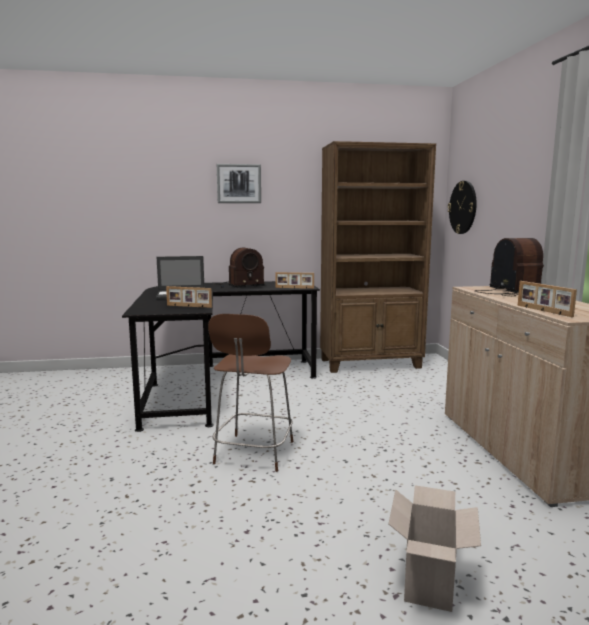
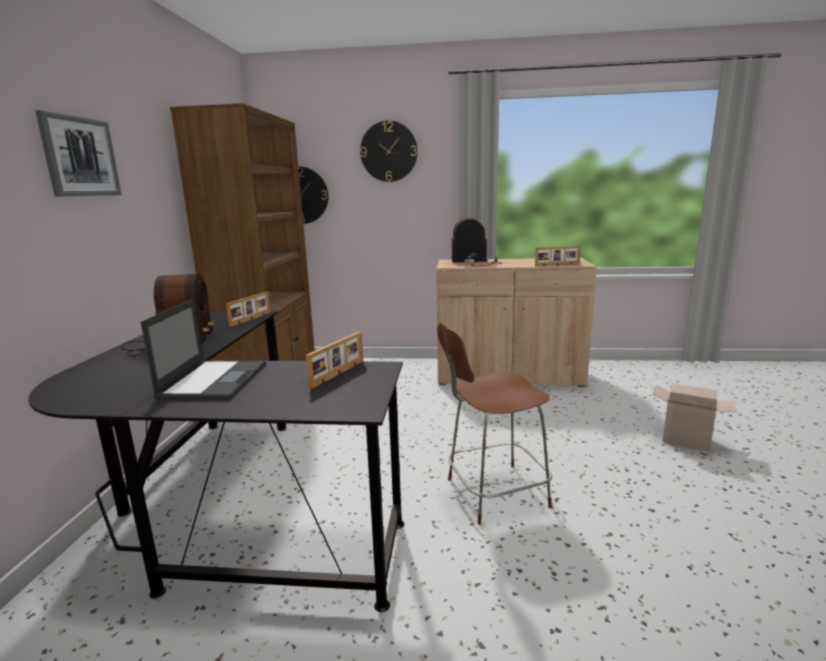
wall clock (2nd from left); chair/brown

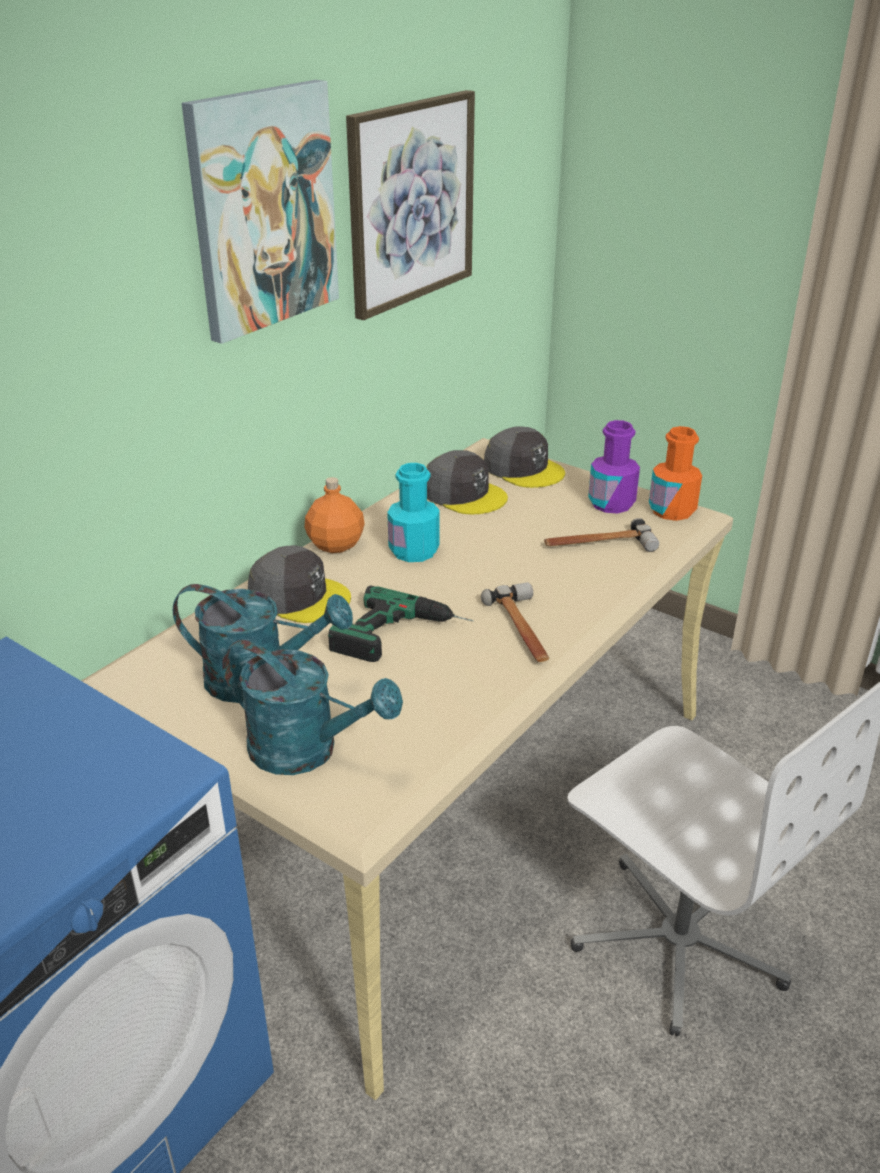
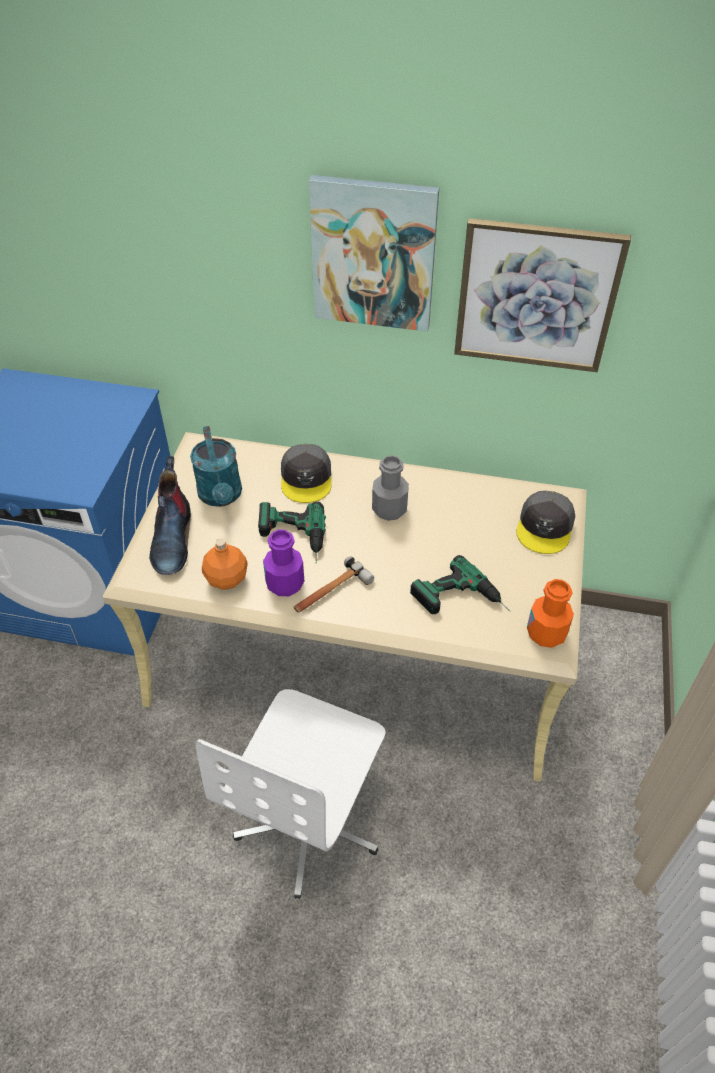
cap/grey (2nd from left in the first image); bottle/orange (1st from left); bottle/purple; boot; power drill (2nd from left); bottle/grey

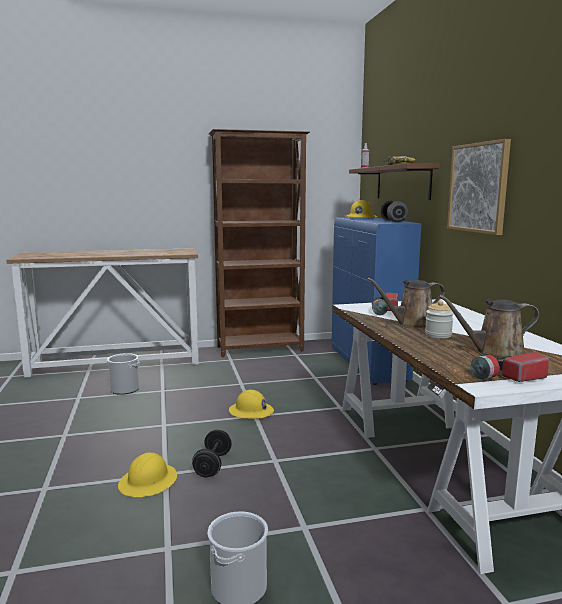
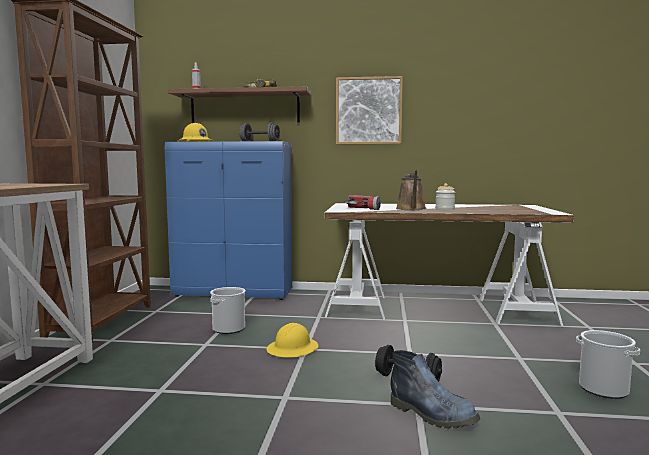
watering can/brown (2nd from left in the first image); flashlight (2nd from left in the first image); bucket (1st from left); boot

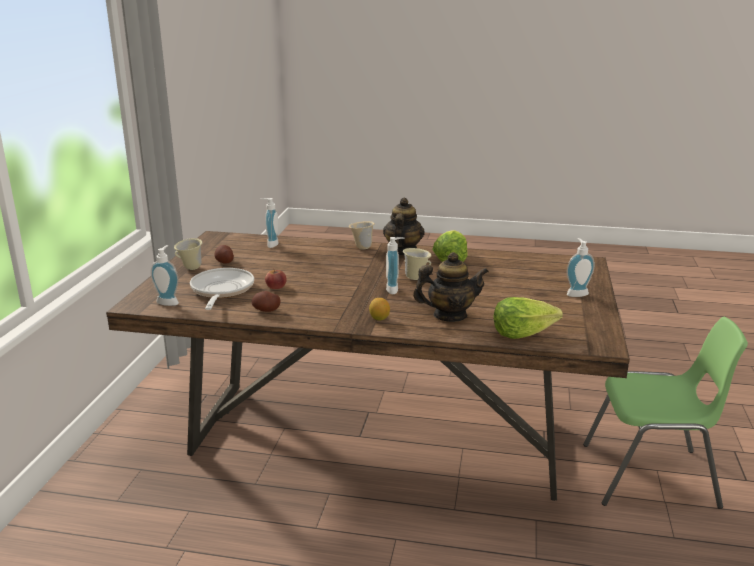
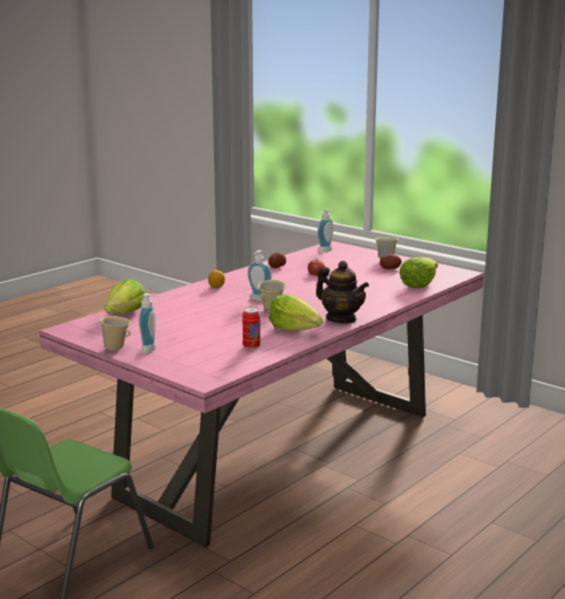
frying pan; teapot (2nd from left in the first image); can; mug/beige (1st from left); lettuce (3rd from left); dining table/pink

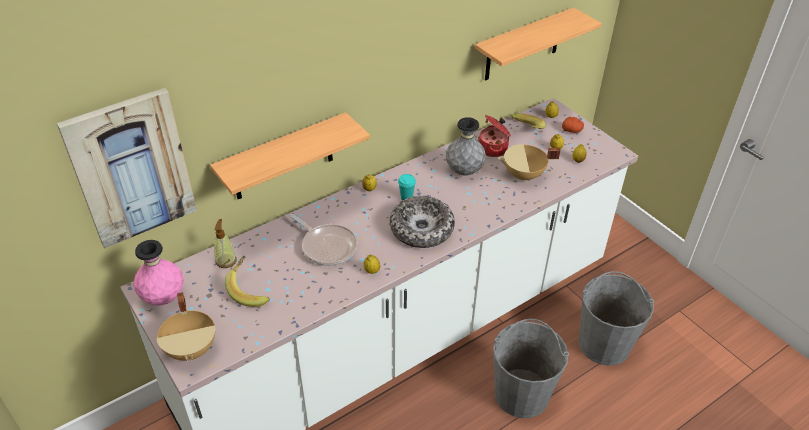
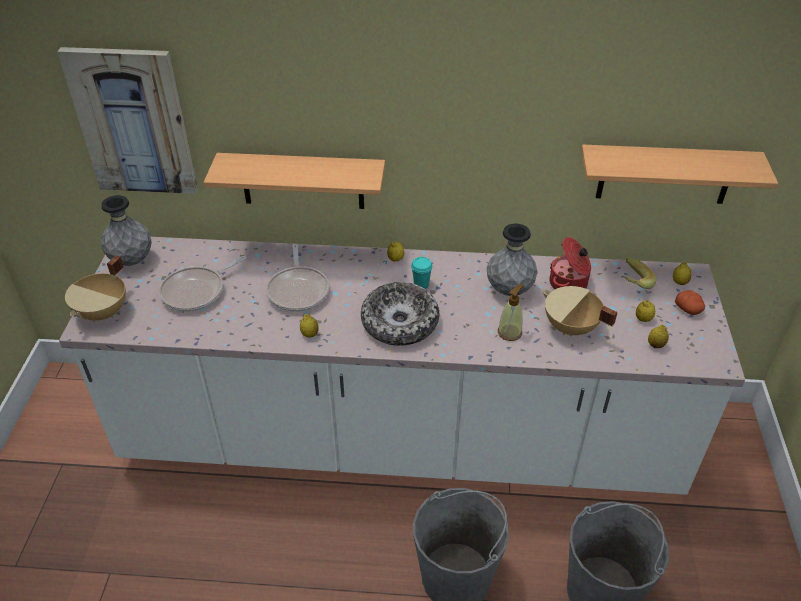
soap dispenser; frying pan (1st from left); vase/grey (1st from left)

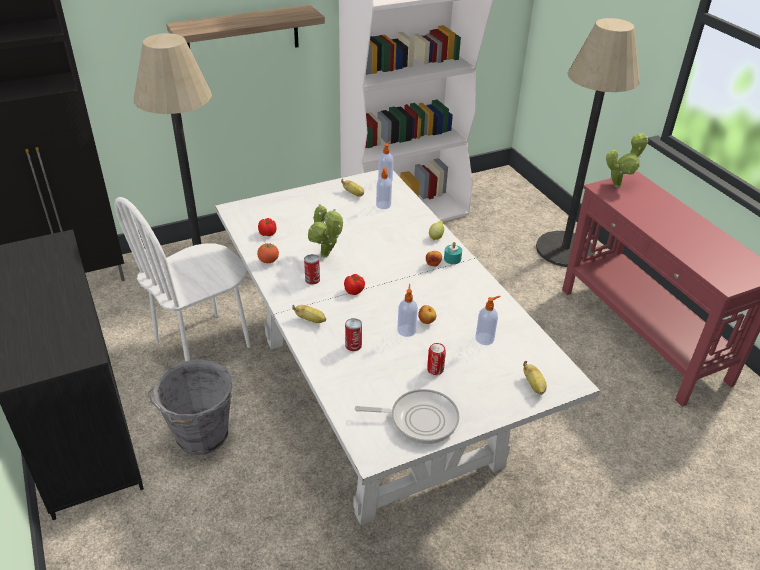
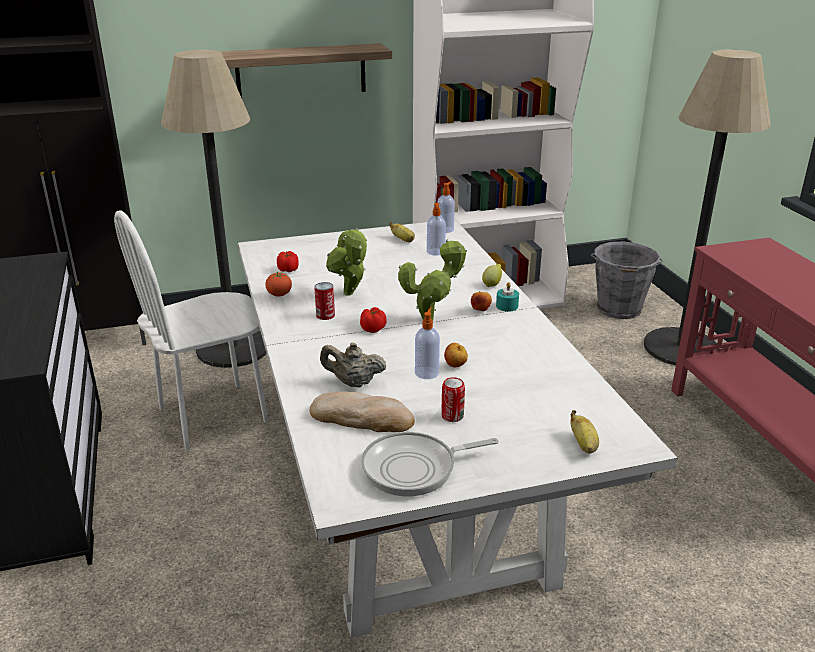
banana (1st from left in the first image); soap dispenser (4th from left in the first image); bread; bucket/grey; potted plant (2nd from left); teapot/beige; frying pan

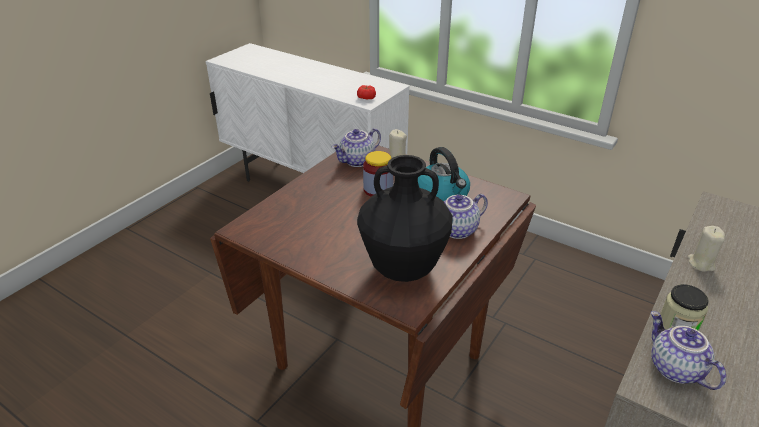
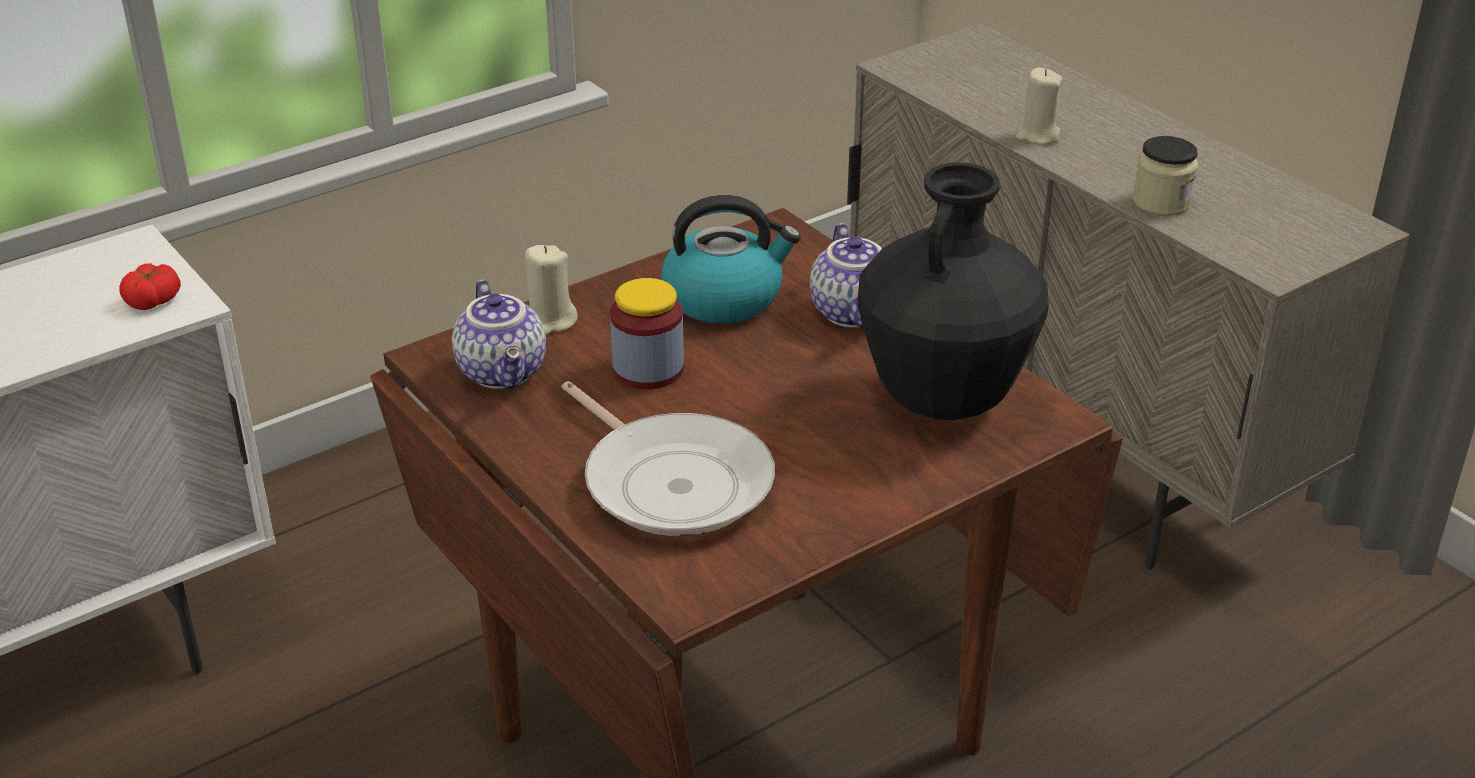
teapot (3rd from left in the first image); frying pan

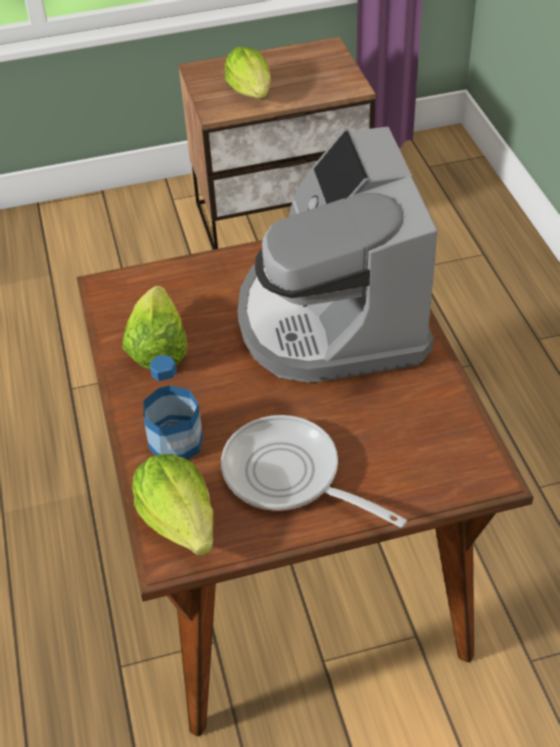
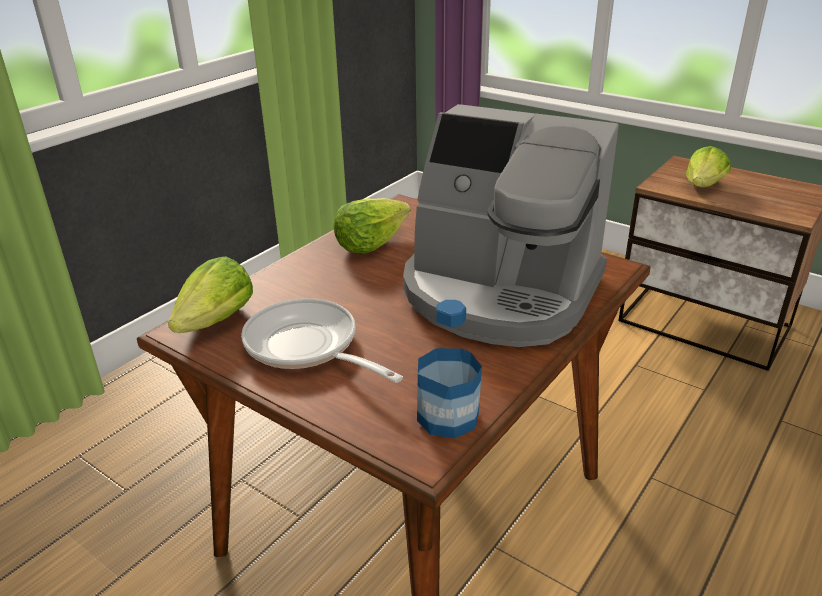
bottle; frying pan; coffee machine

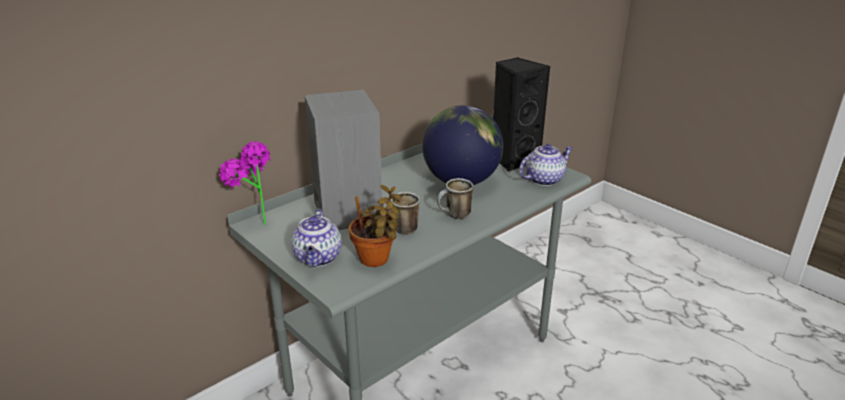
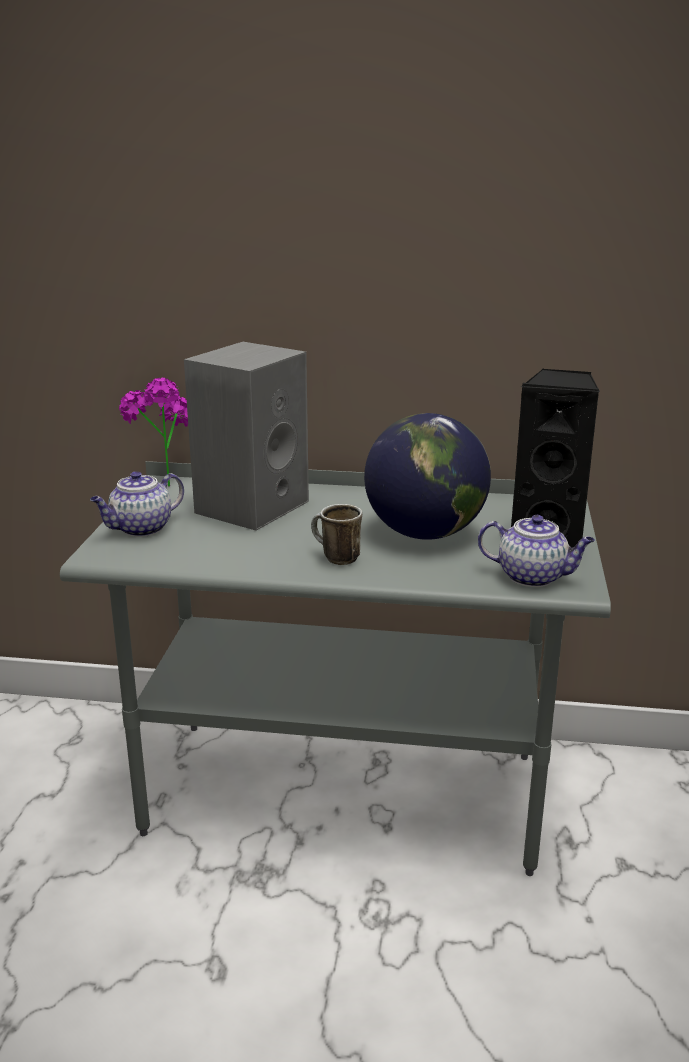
potted plant (2nd from left in the first image); mug (1st from left in the first image)

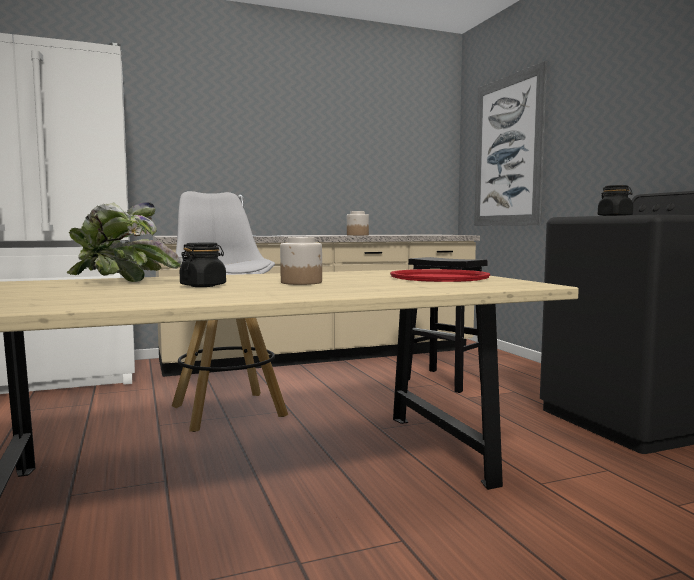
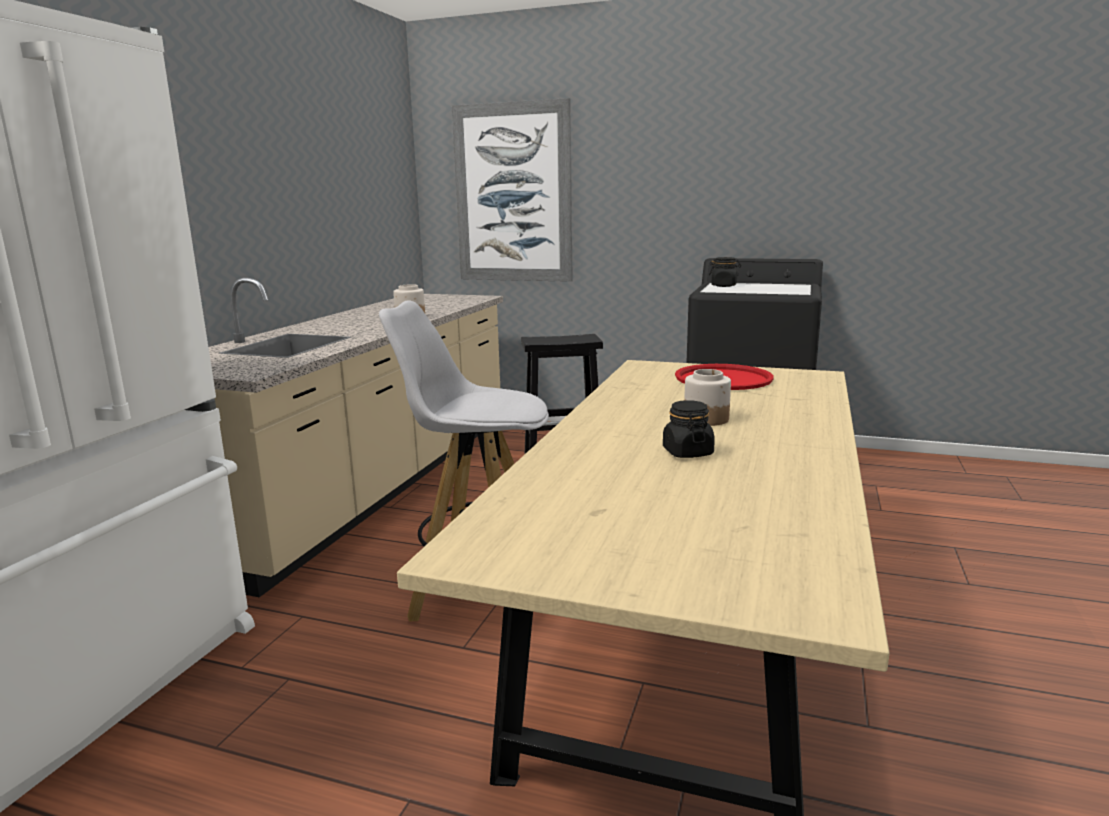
potted plant

